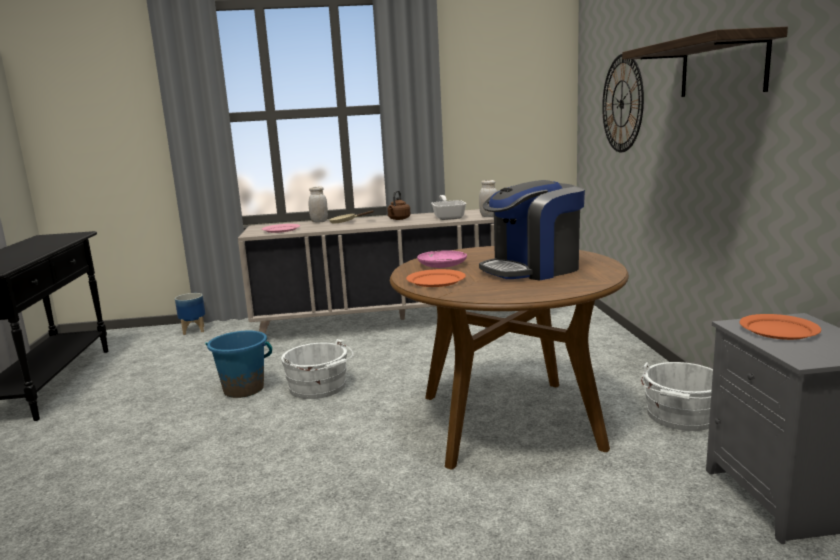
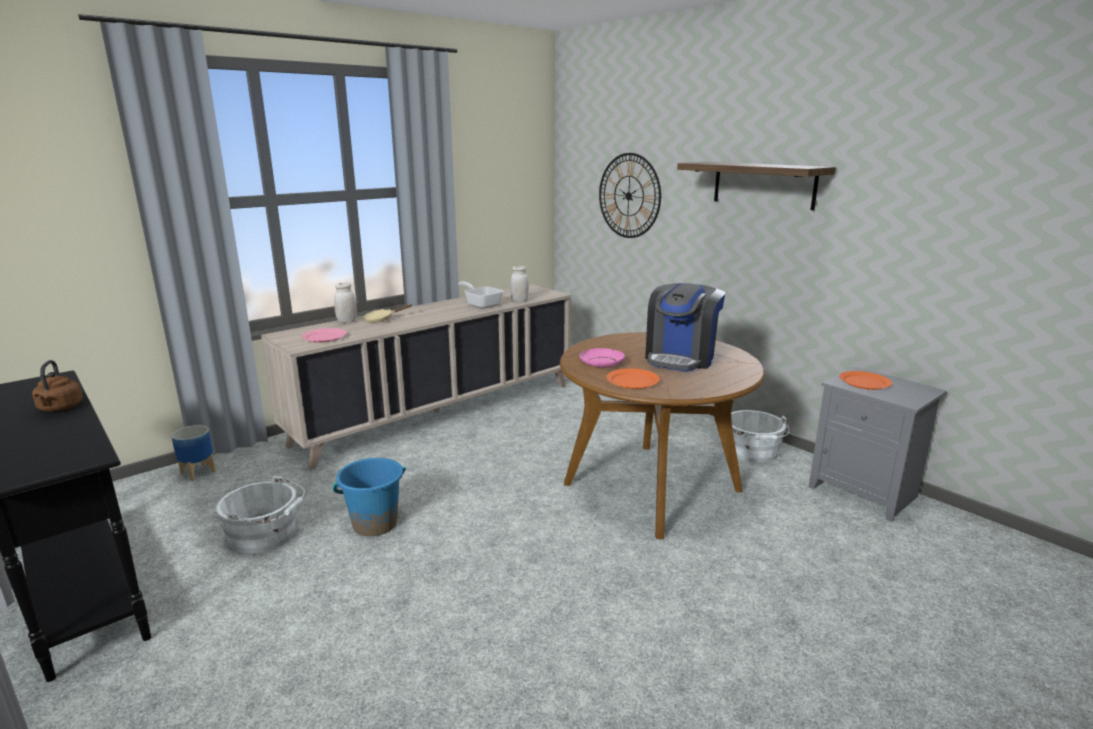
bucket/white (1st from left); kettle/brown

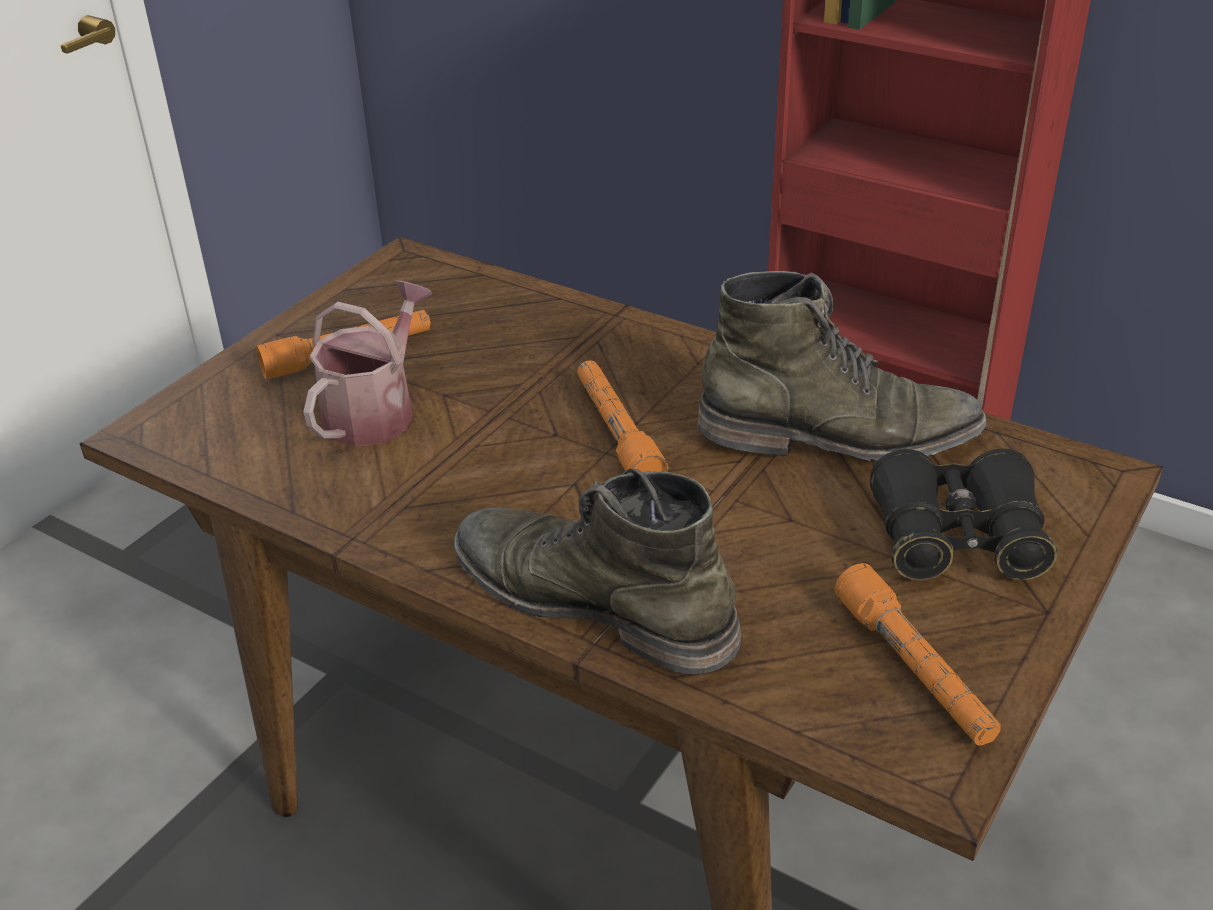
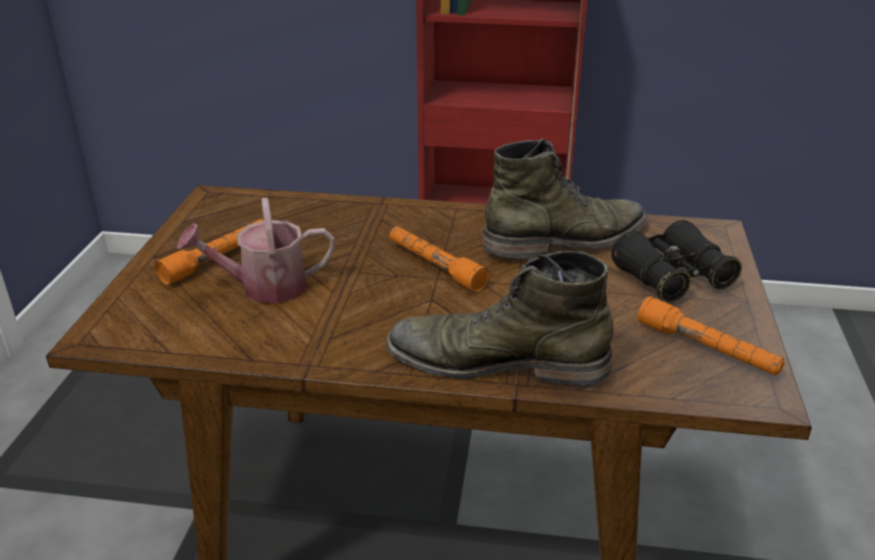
watering can

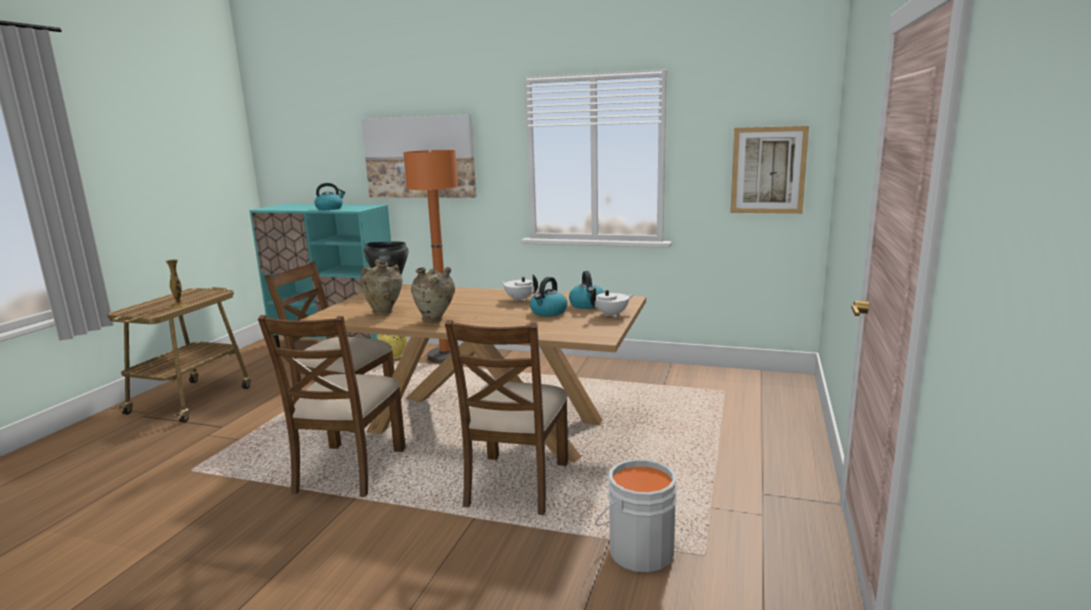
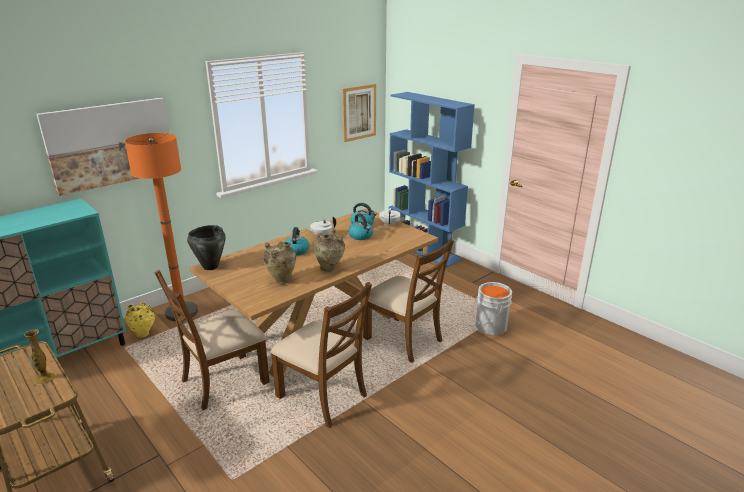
bookcase/blue; kettle (1st from left)

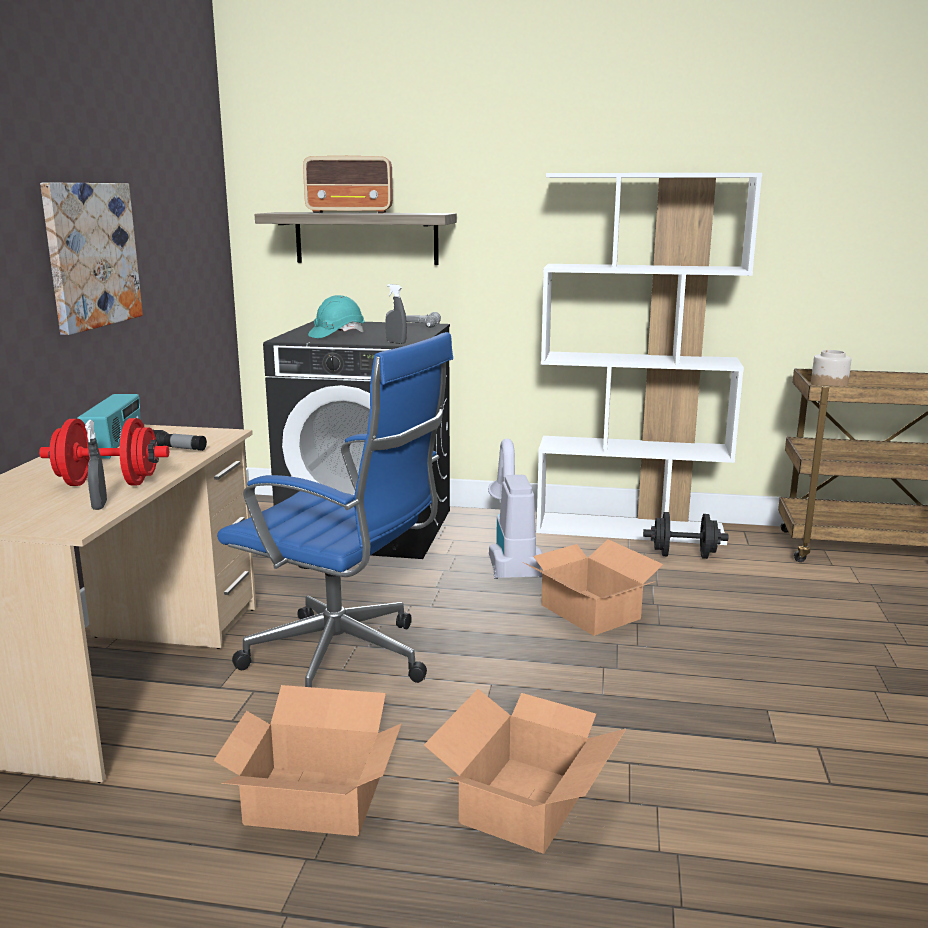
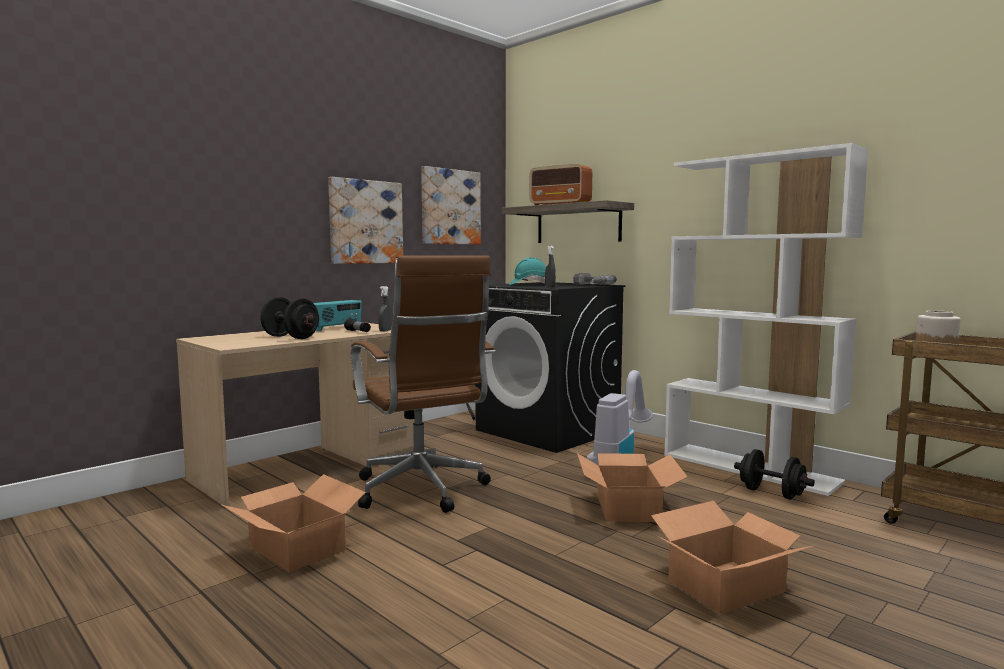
picture (2nd from left); spray bottle/grey (1st from left); cardboard box (3rd from left); dumbbell/black (1st from left); office chair/brown

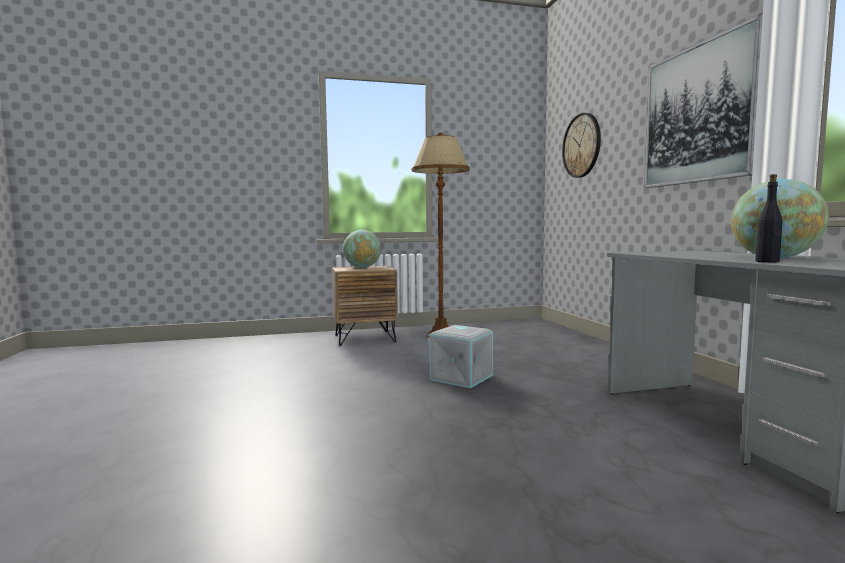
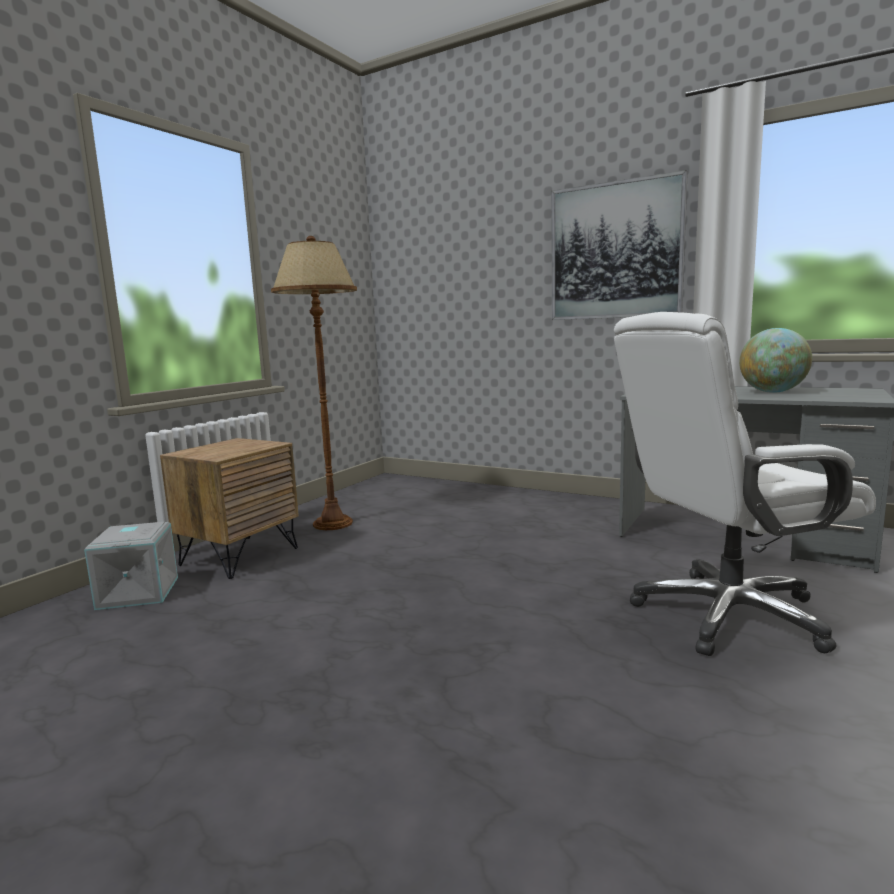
globe (1st from left in the first image); wall clock; bottle/black; office chair/white; storage box/grey

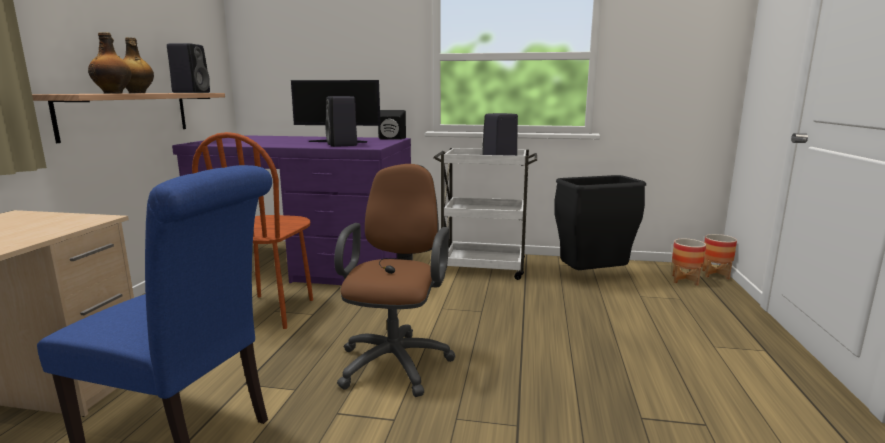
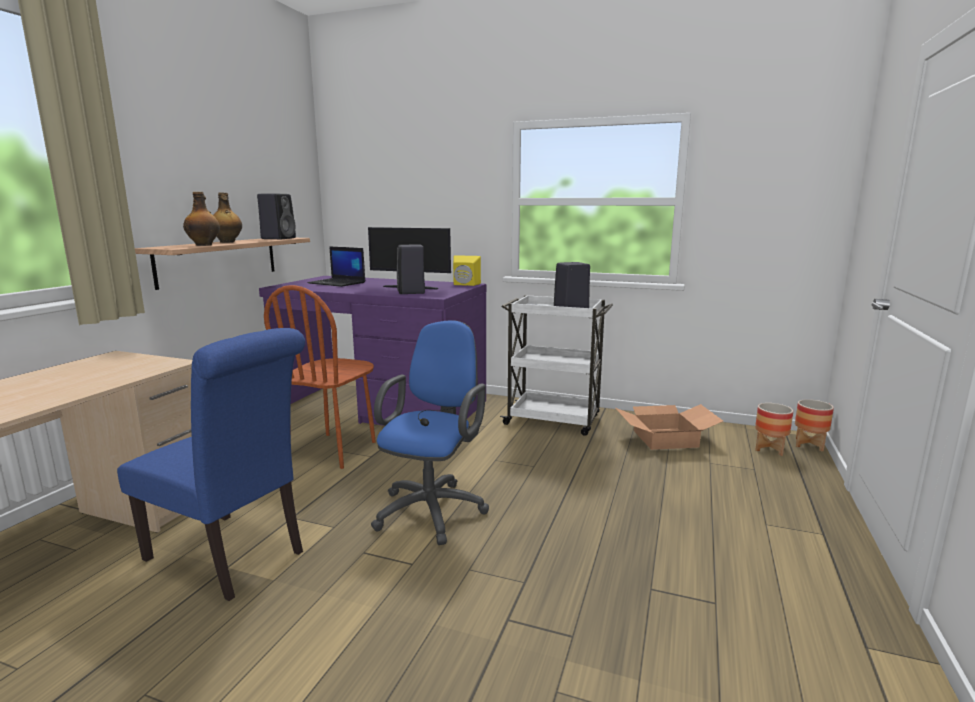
laptop; cardboard box; office chair/blue; speaker/yellow

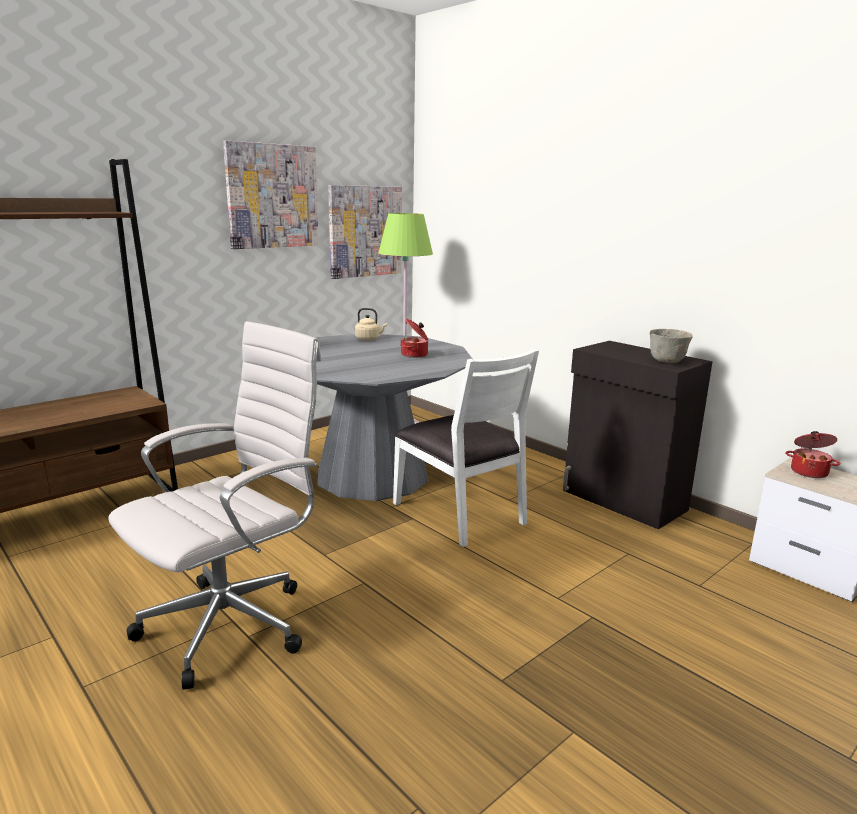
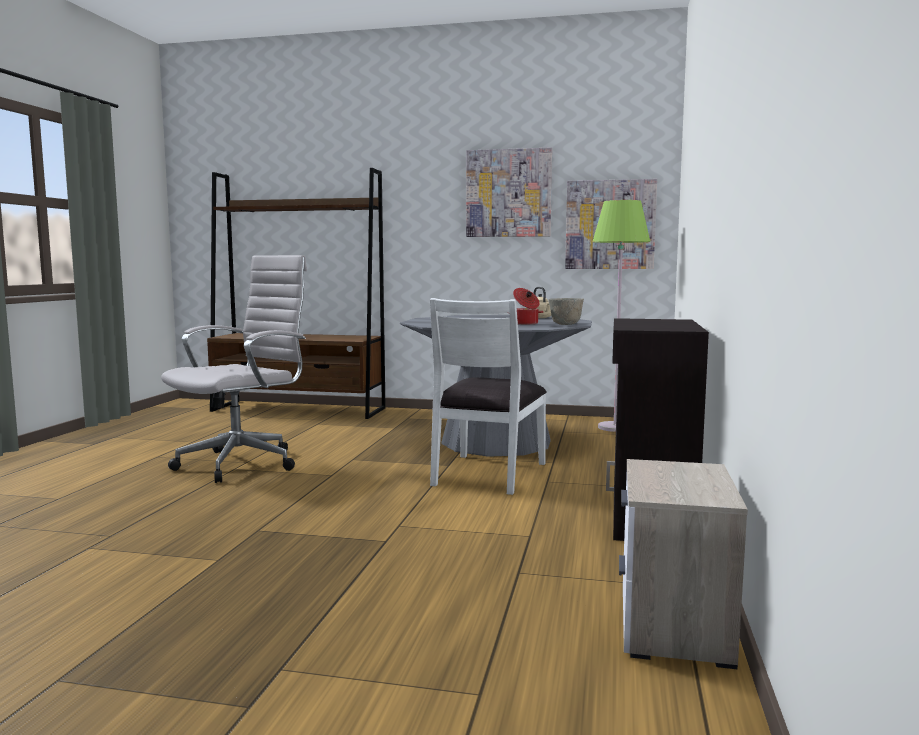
cooking pot (2nd from left in the first image); bowl/grey; office chair/white

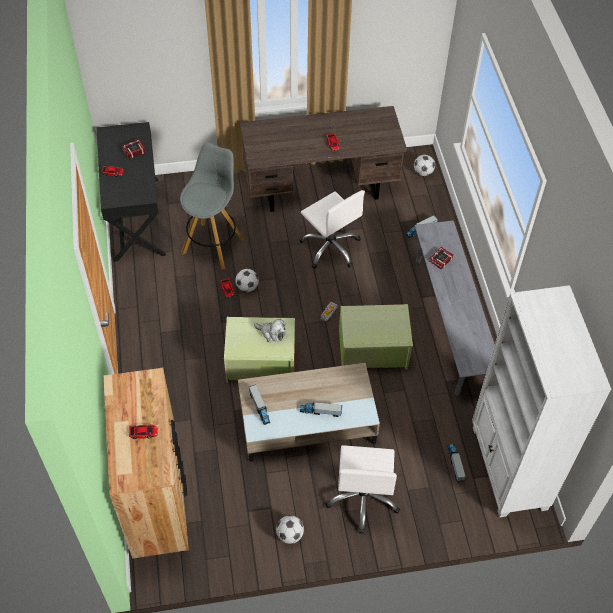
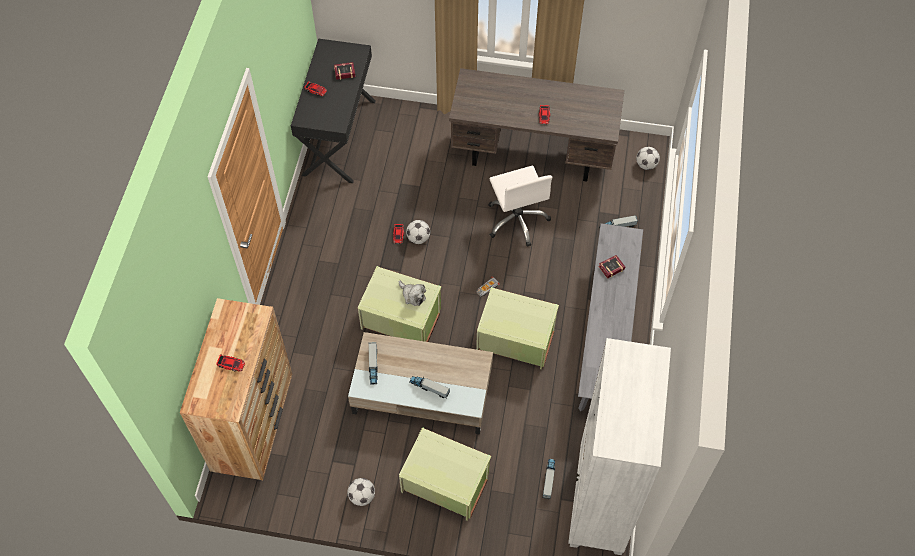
stool/grey; storage box/green (2nd from left)

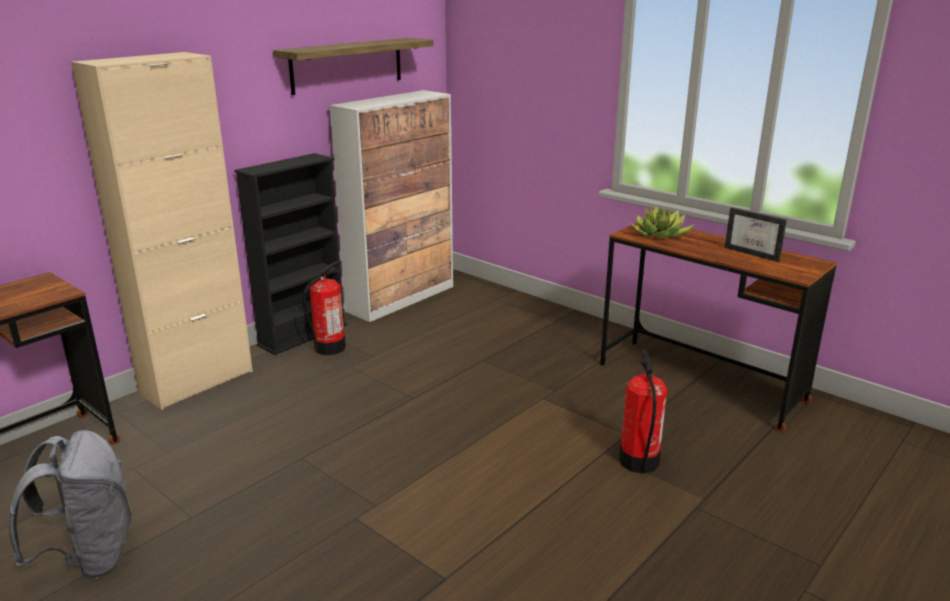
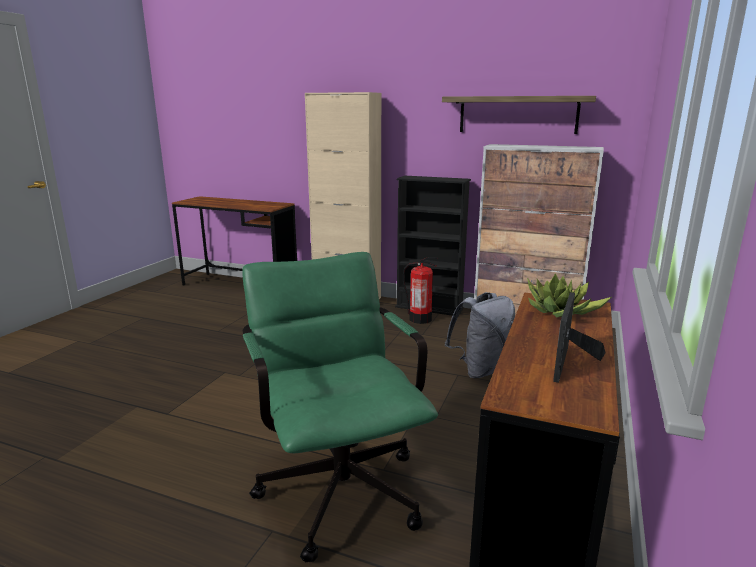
backpack/grey; office chair/green

